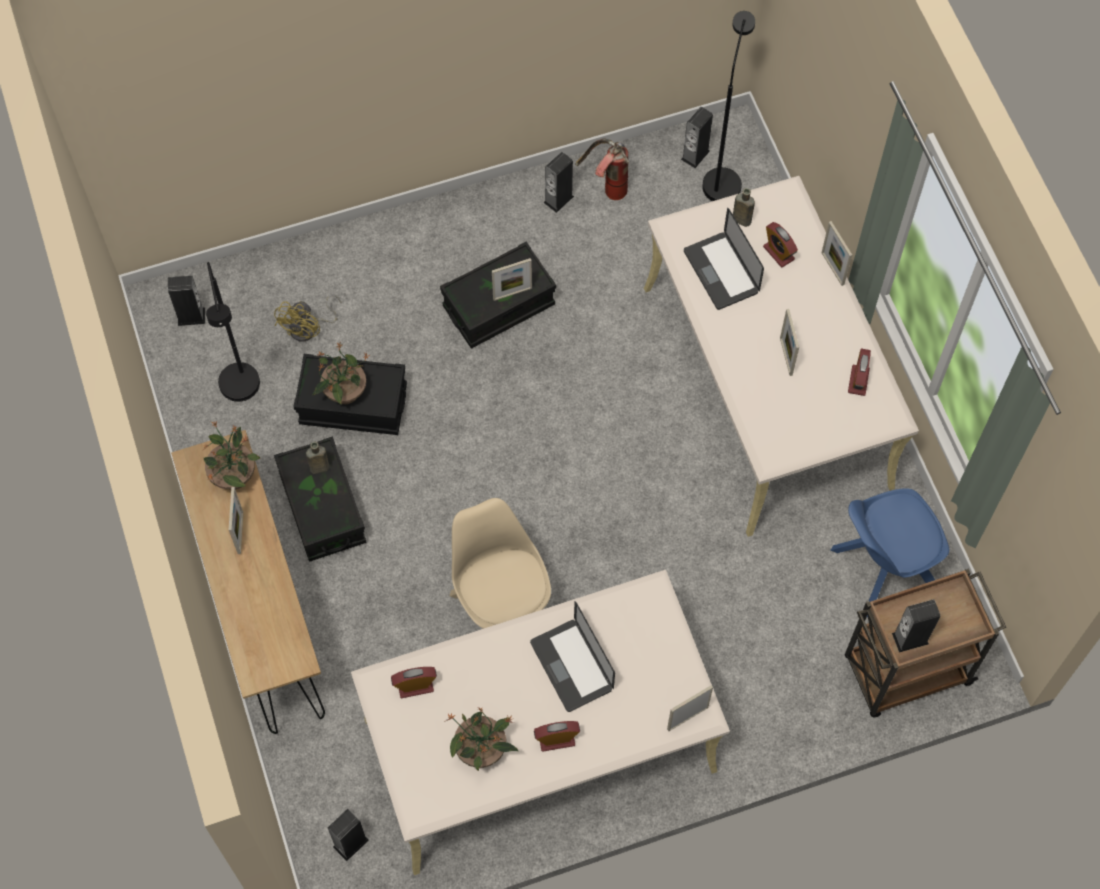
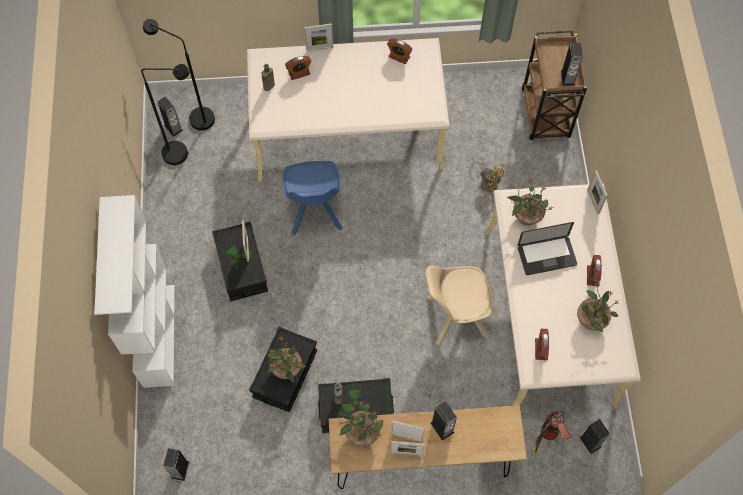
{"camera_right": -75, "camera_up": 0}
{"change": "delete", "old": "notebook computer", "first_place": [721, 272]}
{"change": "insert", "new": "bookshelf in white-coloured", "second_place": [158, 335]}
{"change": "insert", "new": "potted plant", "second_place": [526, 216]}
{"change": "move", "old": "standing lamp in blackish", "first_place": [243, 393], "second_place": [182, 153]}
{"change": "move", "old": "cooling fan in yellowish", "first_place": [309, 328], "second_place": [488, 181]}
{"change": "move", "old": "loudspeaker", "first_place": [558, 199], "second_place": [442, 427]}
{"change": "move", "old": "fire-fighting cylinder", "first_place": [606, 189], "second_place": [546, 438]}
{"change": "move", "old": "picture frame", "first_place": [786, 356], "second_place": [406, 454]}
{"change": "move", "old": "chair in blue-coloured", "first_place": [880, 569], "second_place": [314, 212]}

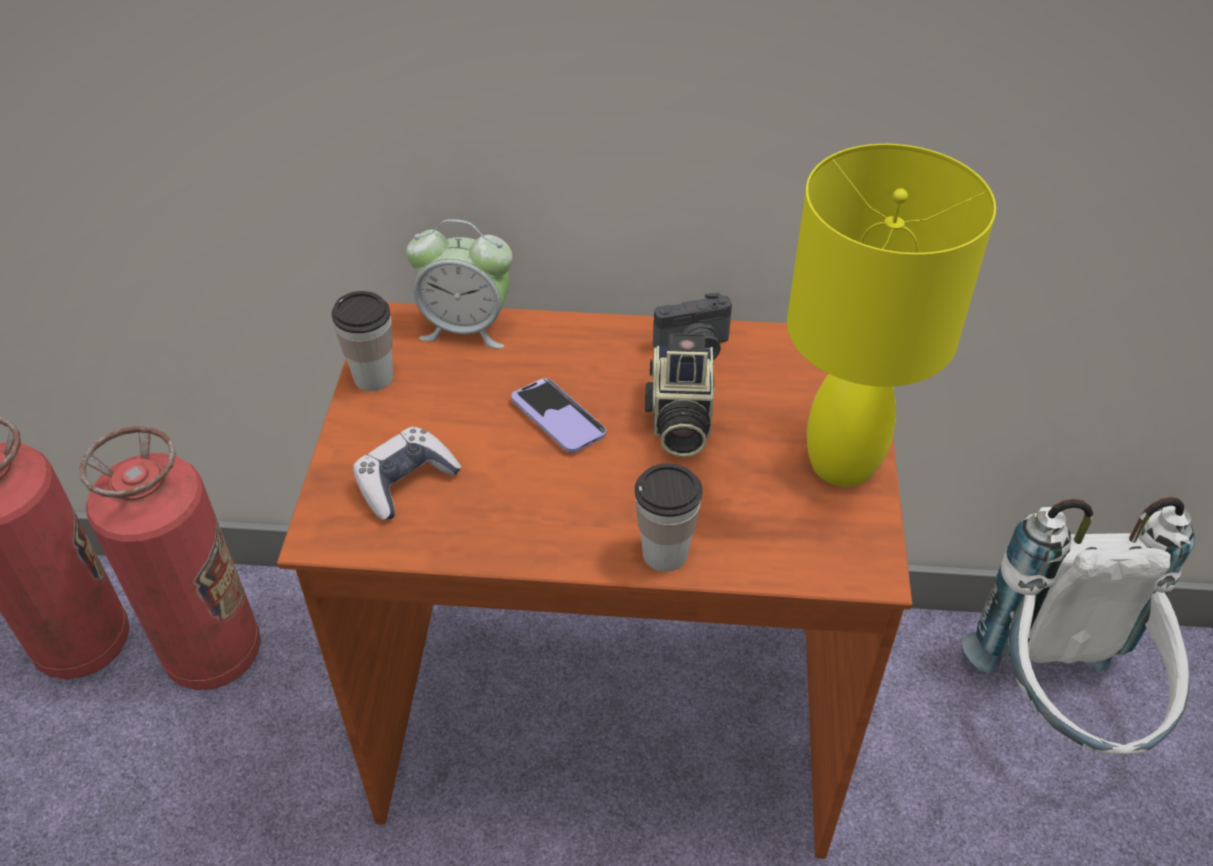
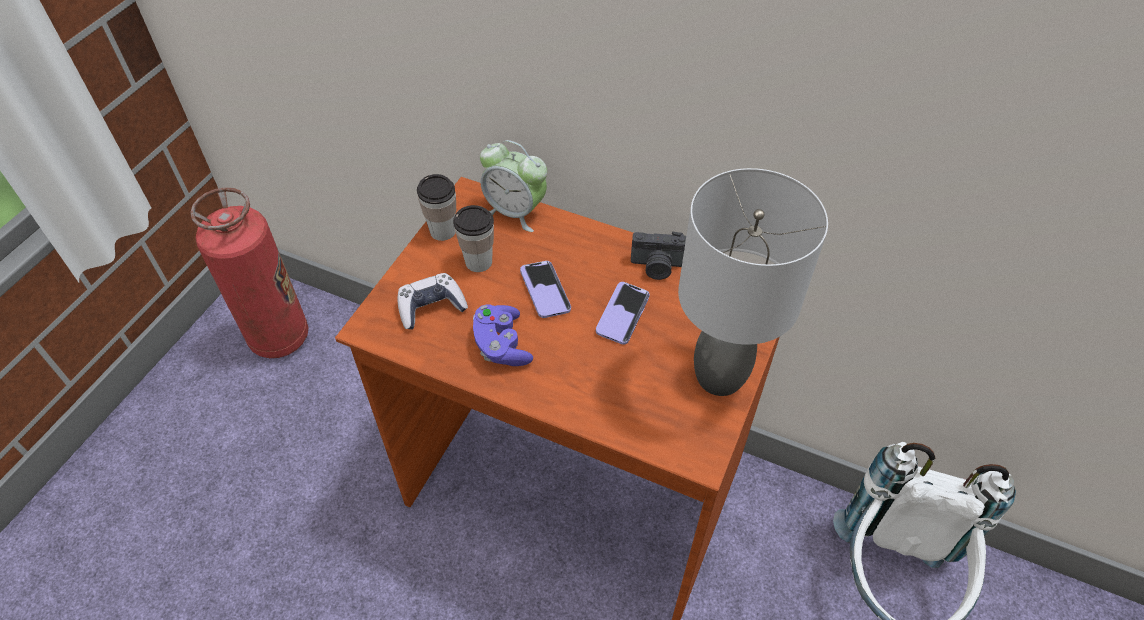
{"camera_right": 20, "camera_up": 5}
{"change": "delete", "old": "fire-fighting cylinder", "first_place": [214, 653]}
{"change": "insert", "new": "gamepad in purple", "second_place": [501, 345]}
{"change": "move", "old": "cup", "first_place": [664, 553], "second_place": [478, 262]}
{"change": "replace", "old": "photo camera", "new": "handset", "first_place": [678, 420], "second_place": [622, 314]}
{"change": "recolor", "old": "lamp for a table in yellowish", "new": "lamp for a table in gray", "first_place": [841, 464], "second_place": [718, 377]}

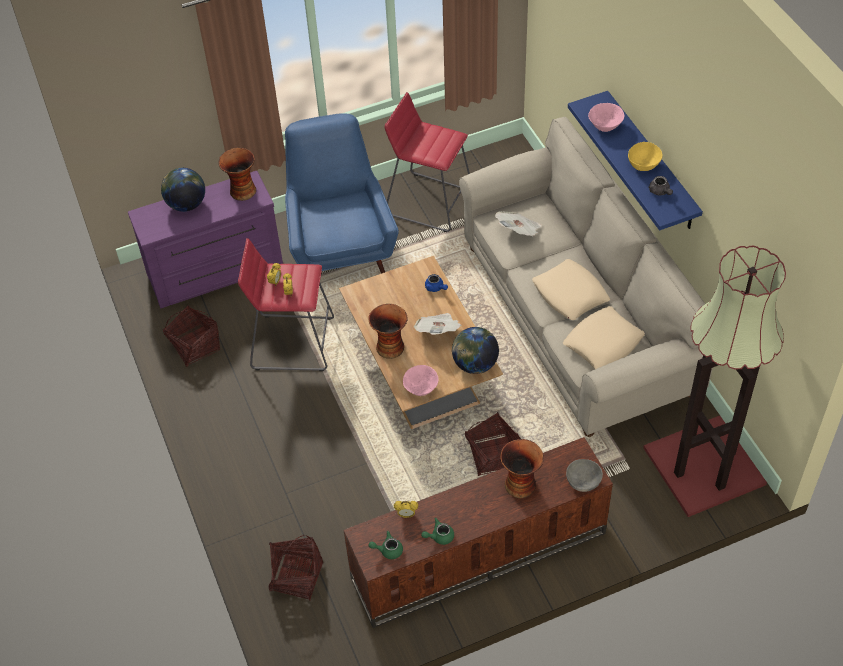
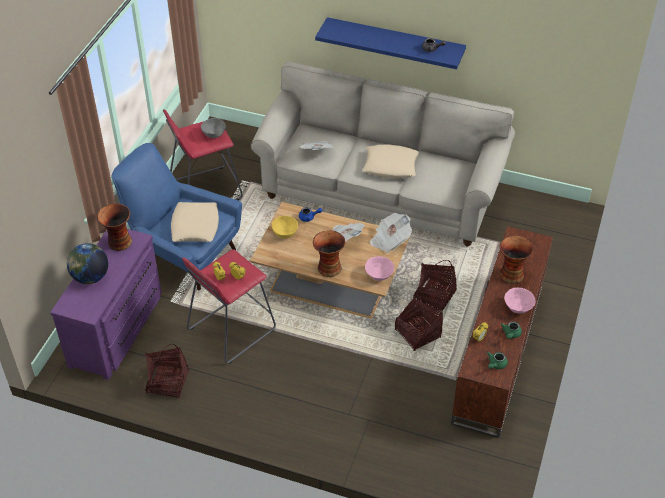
{"camera_right": -50, "camera_up": -5}
{"change": "delete", "old": "standing lamp", "first_place": [706, 467]}
{"change": "move", "old": "storage basket", "first_place": [296, 577], "second_place": [417, 334]}
{"change": "move", "old": "pillow in beige", "first_place": [603, 343], "second_place": [195, 226]}
{"change": "move", "old": "bowl in gray", "first_place": [582, 483], "second_place": [213, 135]}
{"change": "move", "old": "bowl in pinkish", "first_place": [604, 126], "second_place": [518, 308]}
{"change": "move", "old": "bowl in yellowish", "first_place": [644, 165], "second_place": [285, 233]}
{"change": "replace", "old": "world globe", "new": "newspaper", "first_place": [475, 364], "second_place": [390, 240]}

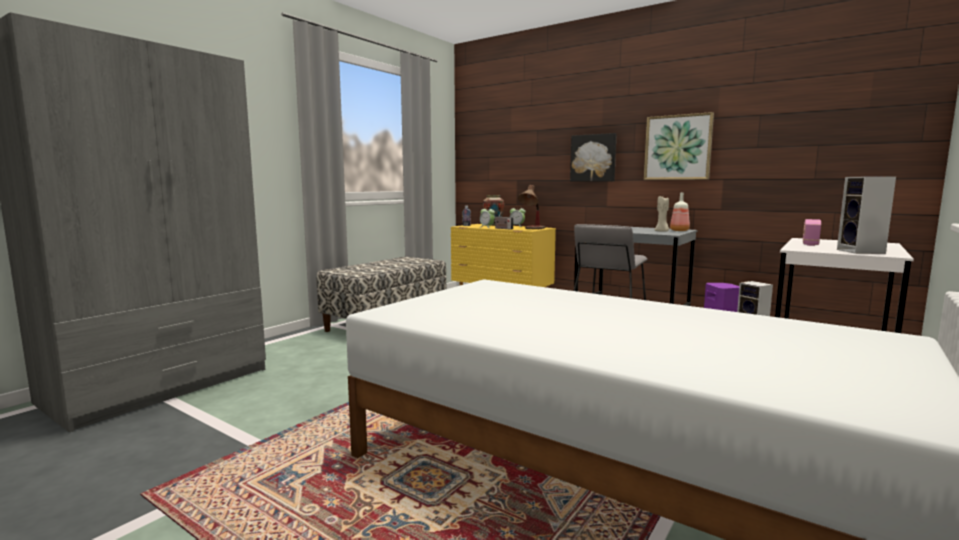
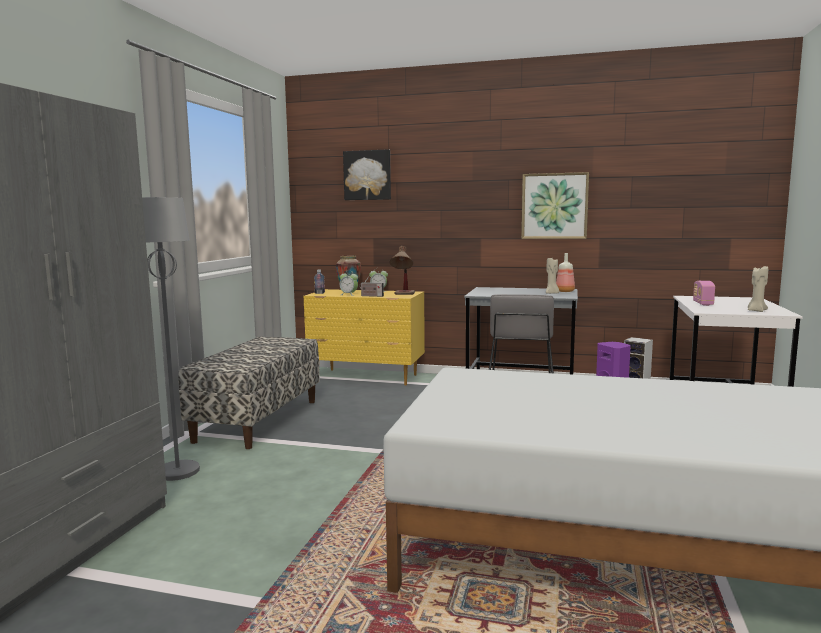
{"camera_right": -20, "camera_up": 0}
{"change": "insert", "new": "standing lamp in gray", "second_place": [177, 471]}
{"change": "move", "old": "wall picture", "first_place": [593, 158], "second_place": [367, 175]}
{"change": "replace", "old": "loudspeaker", "new": "wax light in beige", "first_place": [862, 252], "second_place": [756, 311]}

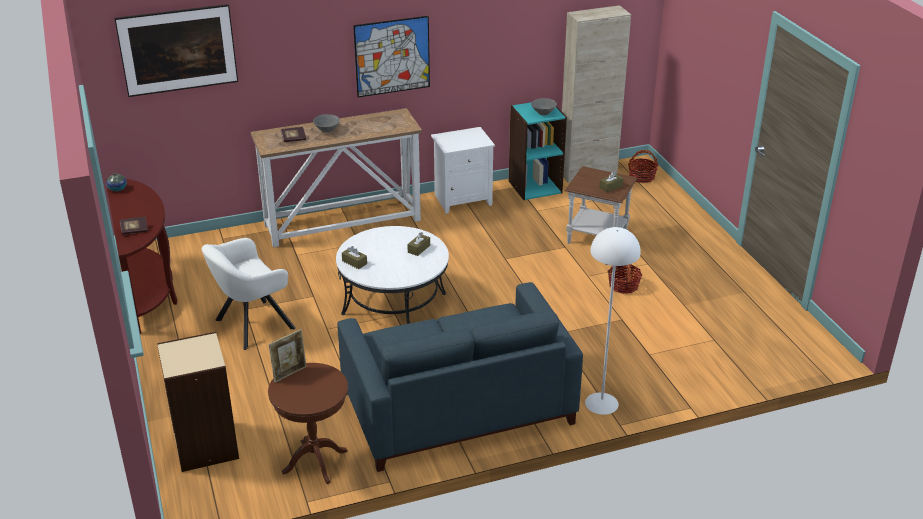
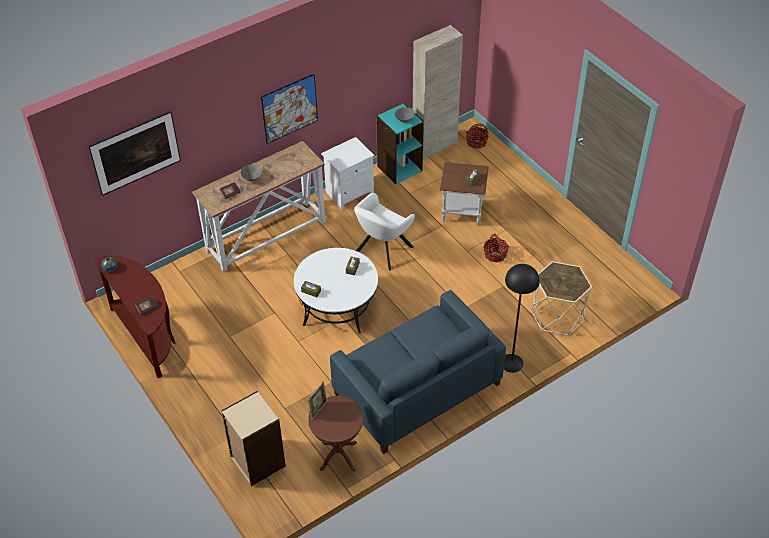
{"camera_right": -15, "camera_up": 15}
{"change": "insert", "new": "accent table in beige", "second_place": [557, 315]}
{"change": "move", "old": "lounge chair in white-coloured", "first_place": [250, 325], "second_place": [382, 251]}
{"change": "recolor", "old": "standing lamp in white-coloured", "new": "standing lamp in blackish", "first_place": [601, 403], "second_place": [511, 363]}

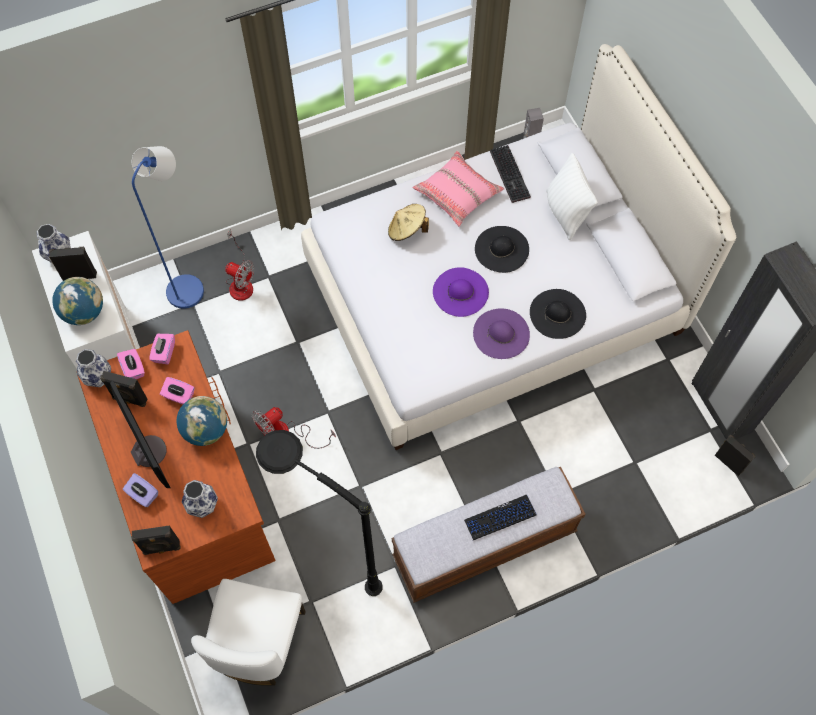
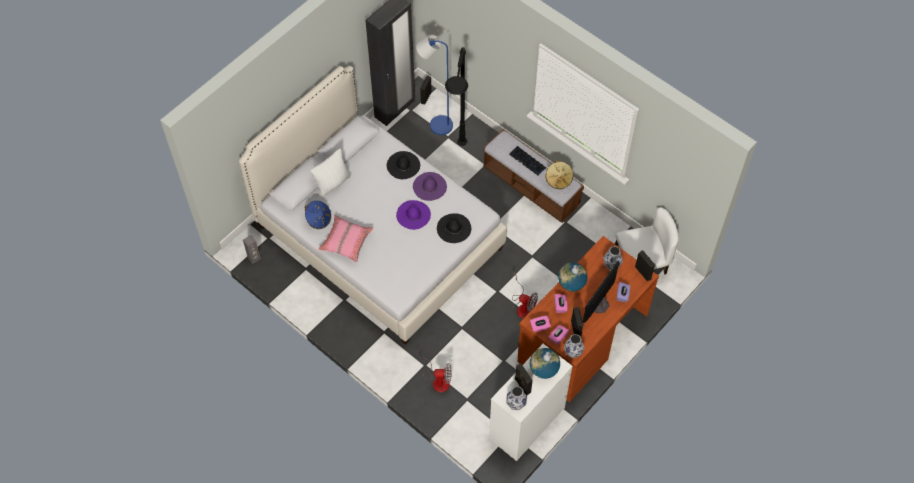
{"camera_right": -115, "camera_up": -5}
{"change": "move", "old": "standing lamp in blue-coloured", "first_place": [189, 286], "second_place": [436, 125]}
{"change": "move", "old": "standing lamp in blackish", "first_place": [326, 557], "second_place": [458, 167]}
{"change": "move", "old": "clothing hat in beige", "first_place": [407, 230], "second_place": [558, 180]}
{"change": "move", "old": "clothing hat in blackish", "first_place": [501, 249], "second_place": [454, 228]}
{"change": "replace", "old": "keyboard", "new": "clothing hat in blue-coloured", "first_place": [511, 175], "second_place": [318, 219]}
{"change": "rotate", "old": "cooling fan", "first_place": [240, 282], "second_place": [437, 379], "degrees": 90}

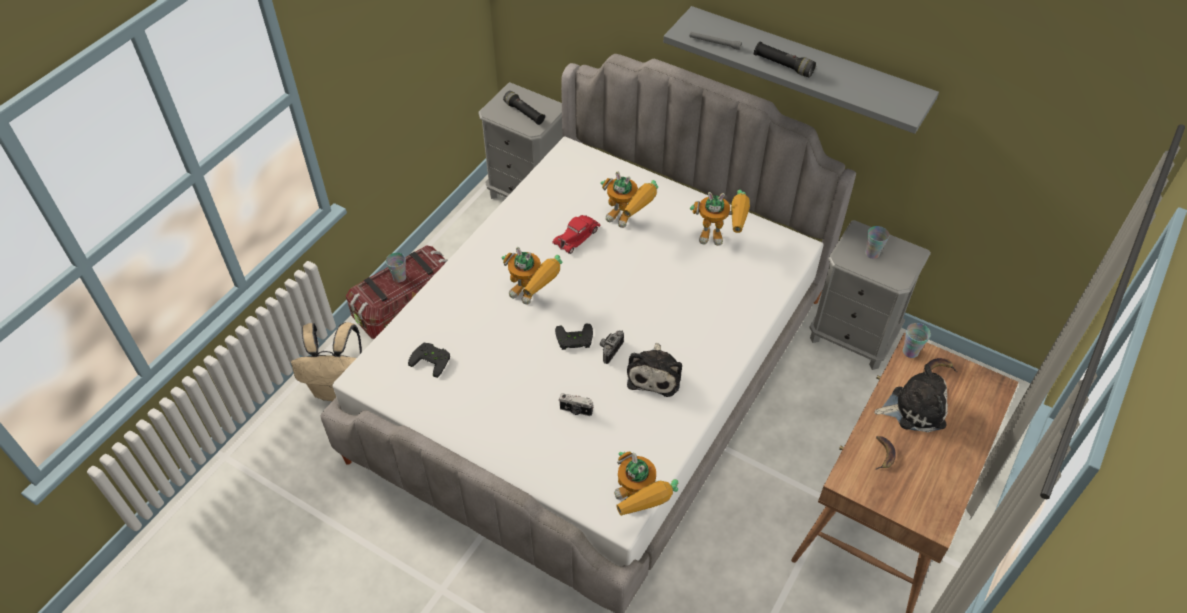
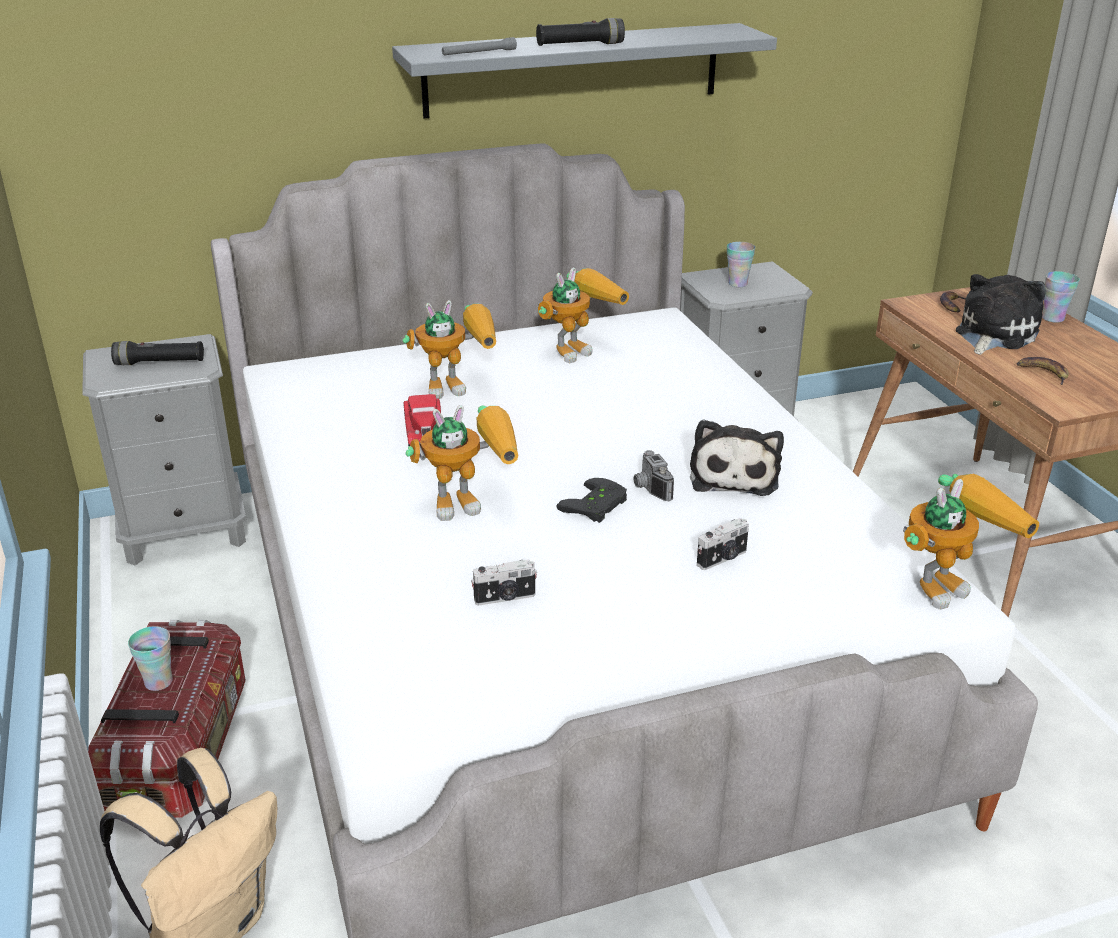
{"camera_right": -50, "camera_up": -20}
{"change": "delete", "old": "gamepad in blackish", "first_place": [432, 359]}
{"change": "insert", "new": "photo camera", "second_place": [505, 598]}
{"change": "move", "old": "cup", "first_place": [910, 352], "second_place": [1053, 318]}
{"change": "rotate", "old": "toy robot", "first_place": [639, 506], "second_place": [948, 582], "degrees": -45}
{"change": "rotate", "old": "soft toy", "first_place": [655, 374], "second_place": [734, 475], "degrees": 45}

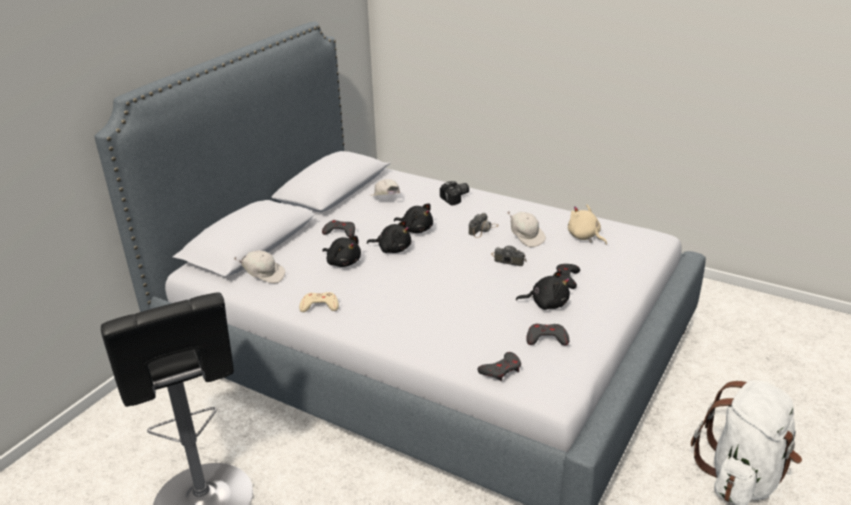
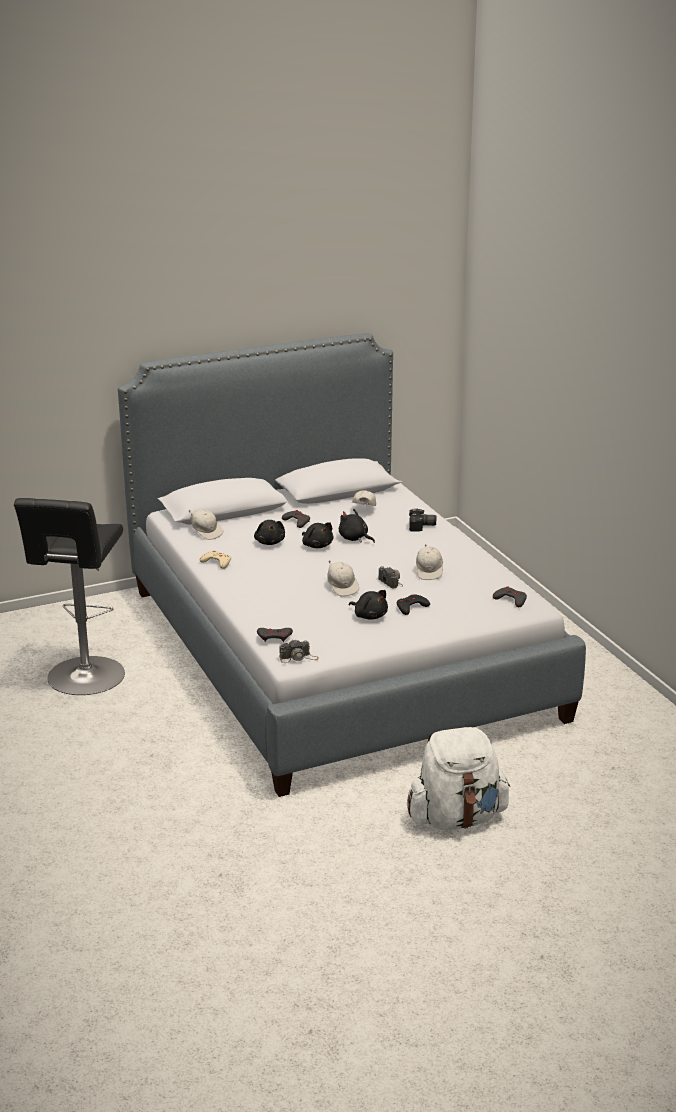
{"camera_right": 35, "camera_up": -5}
{"change": "delete", "old": "soft toy in beige", "first_place": [585, 237]}
{"change": "insert", "new": "cap in white-coloured", "second_place": [342, 587]}
{"change": "move", "old": "photo camera", "first_place": [483, 229], "second_place": [298, 658]}
{"change": "move", "old": "gamepad in gray", "first_place": [546, 338], "second_place": [511, 600]}
{"change": "rotate", "old": "soft toy in blackish", "first_place": [415, 229], "second_place": [354, 538], "degrees": 150}

